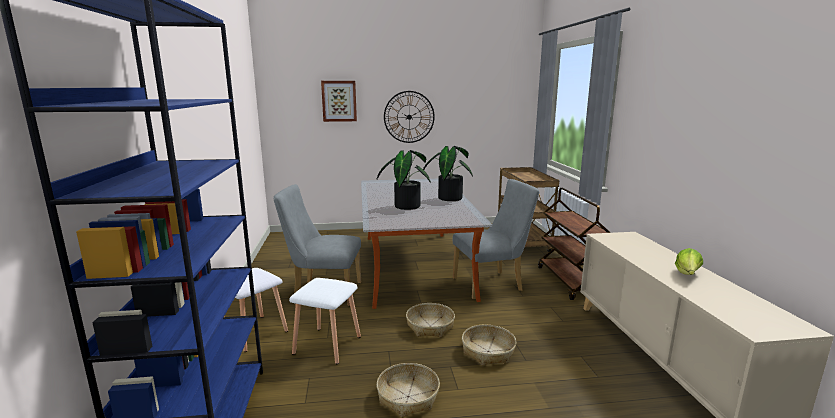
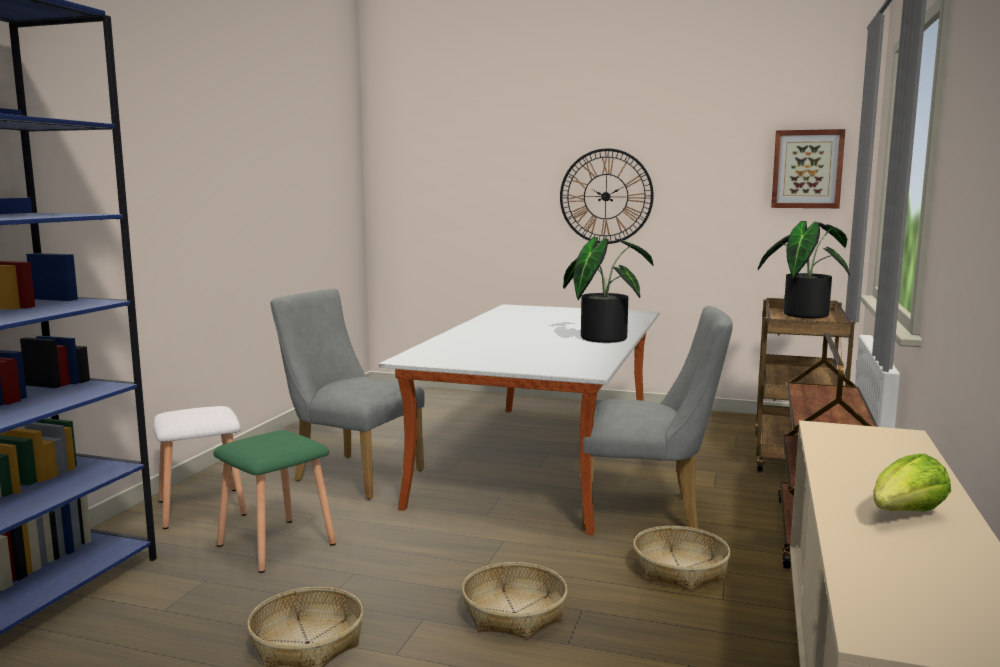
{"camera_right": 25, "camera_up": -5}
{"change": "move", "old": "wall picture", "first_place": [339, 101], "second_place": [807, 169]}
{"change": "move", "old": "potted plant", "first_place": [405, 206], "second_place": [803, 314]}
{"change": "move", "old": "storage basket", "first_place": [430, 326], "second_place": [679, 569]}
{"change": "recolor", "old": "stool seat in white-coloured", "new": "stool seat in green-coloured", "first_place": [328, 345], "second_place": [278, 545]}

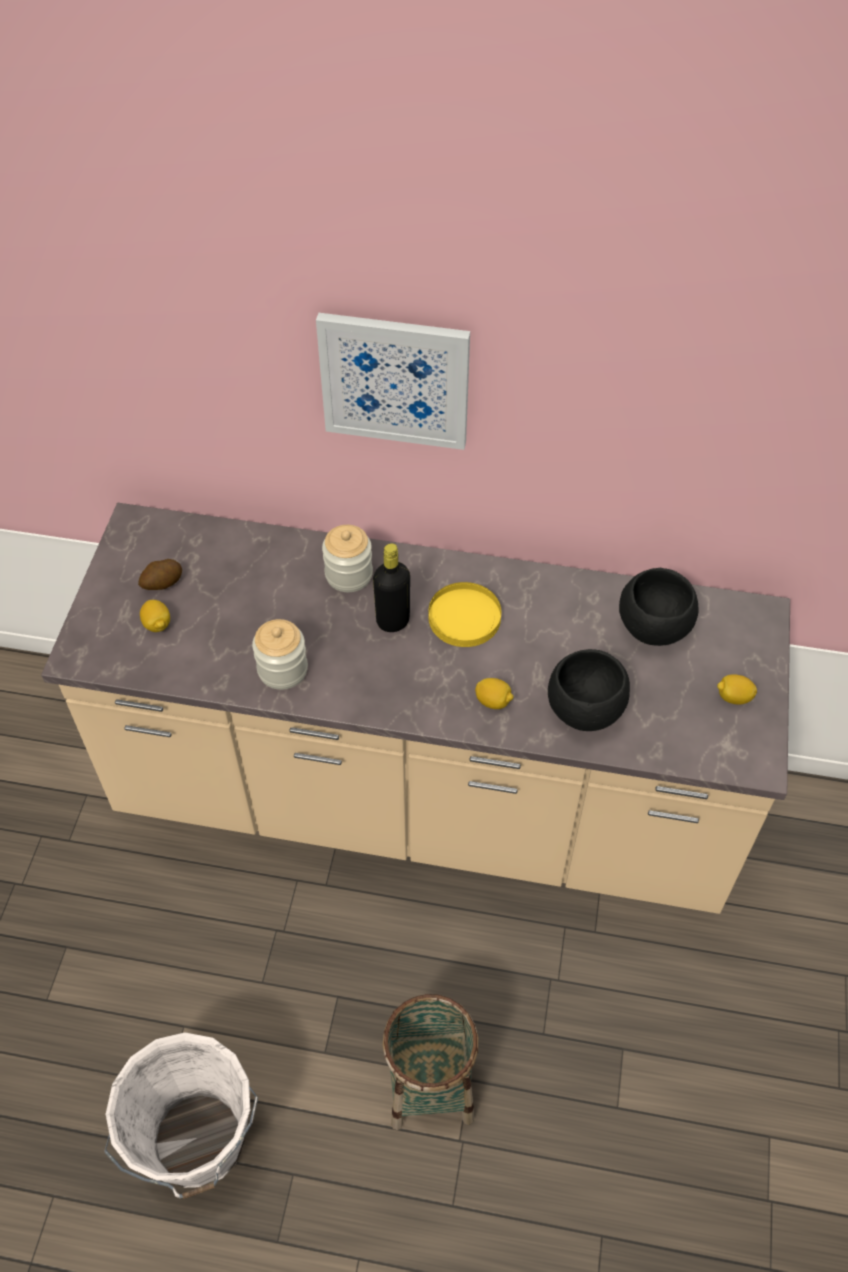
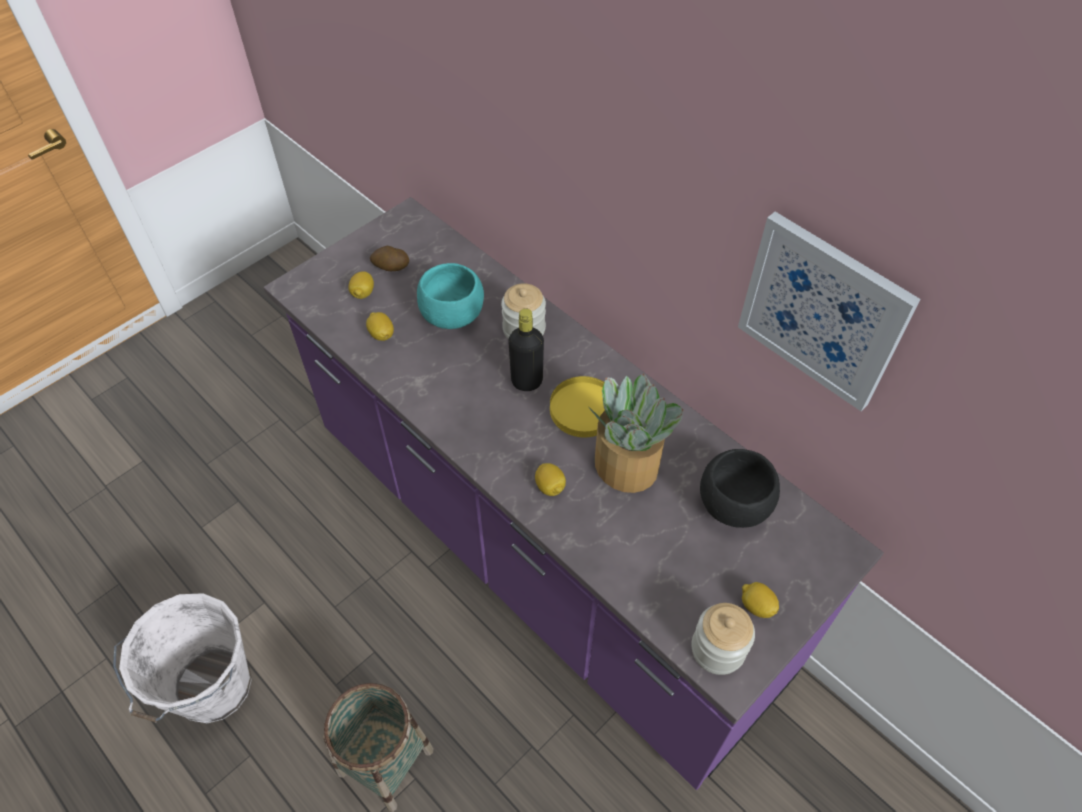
{"camera_right": 35, "camera_up": 0}
{"change": "delete", "old": "bowl in blackish", "first_place": [584, 709]}
{"change": "insert", "new": "citrus fruit", "second_place": [381, 334]}
{"change": "insert", "new": "bowl in turquoise-coloured", "second_place": [453, 316]}
{"change": "insert", "new": "potted plant", "second_place": [627, 466]}
{"change": "move", "old": "preserve jar", "first_place": [282, 669], "second_place": [717, 649]}
{"change": "move", "old": "wall picture", "first_place": [395, 380], "second_place": [823, 311]}
{"change": "recolor", "old": "counter in beige", "new": "counter in purple", "first_place": [424, 803], "second_place": [541, 552]}

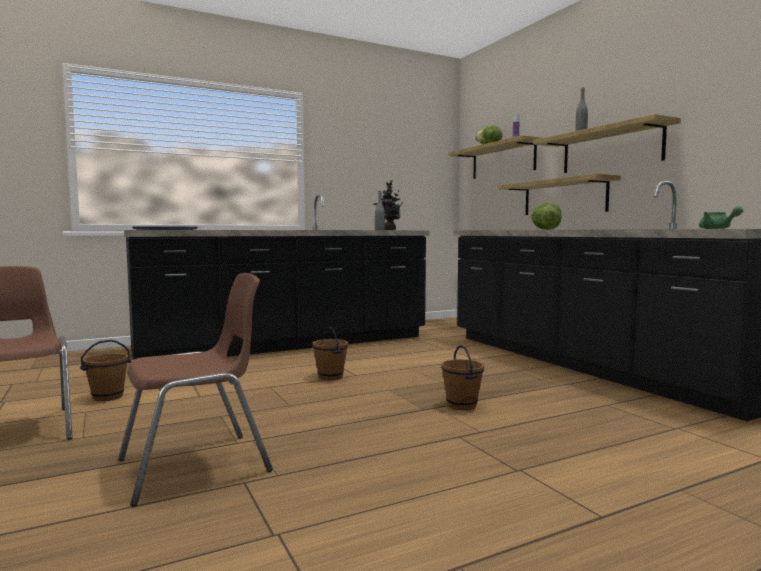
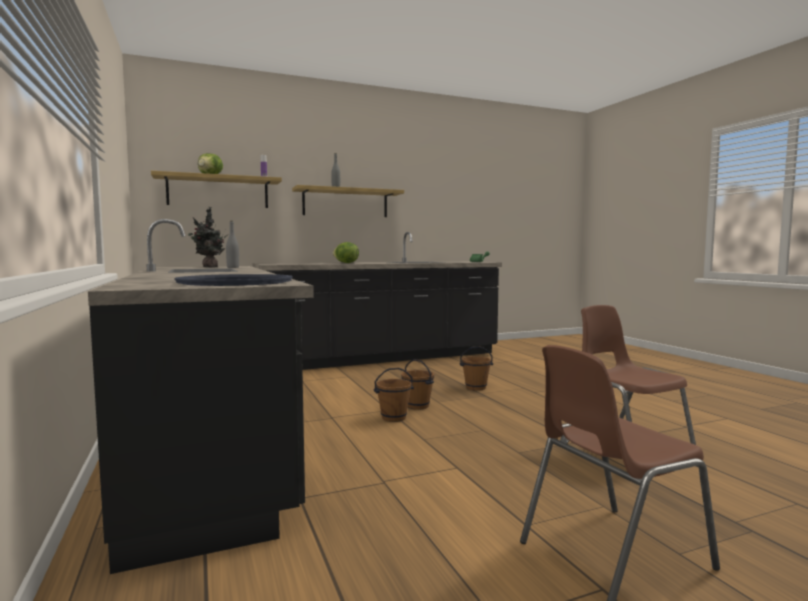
{"camera_right": -85, "camera_up": 0}
{"change": "delete", "old": "wall shelf", "first_place": [564, 197]}
{"change": "move", "old": "pail in brown-coloured", "first_place": [107, 397], "second_place": [417, 406]}

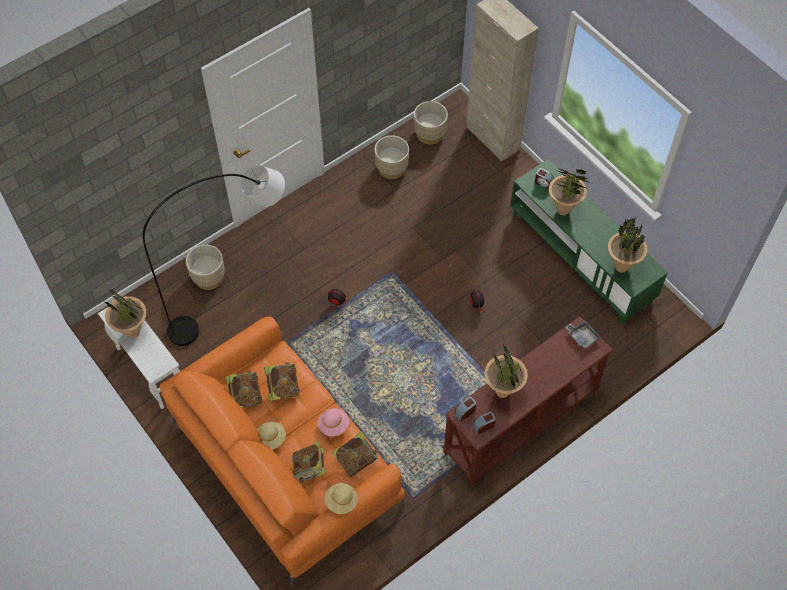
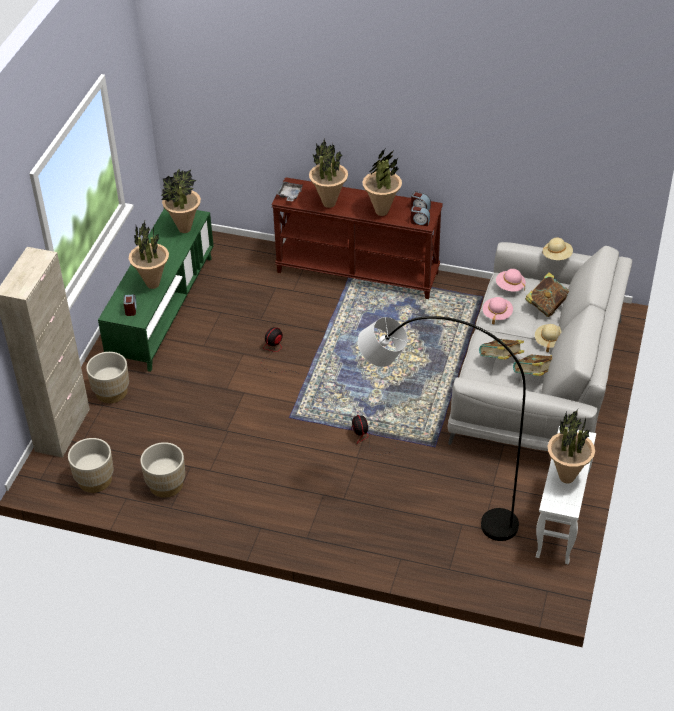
{"camera_right": -125, "camera_up": -15}
{"change": "insert", "new": "potted plant", "second_place": [329, 203]}
{"change": "move", "old": "flower pot in beige", "first_place": [208, 277], "second_place": [111, 392]}
{"change": "replace", "old": "book", "new": "clothing hat in pinkish", "first_place": [355, 459], "second_place": [510, 287]}
{"change": "recolor", "old": "sofa in orange-coloured", "new": "sofa in gray", "first_place": [284, 461], "second_place": [536, 382]}

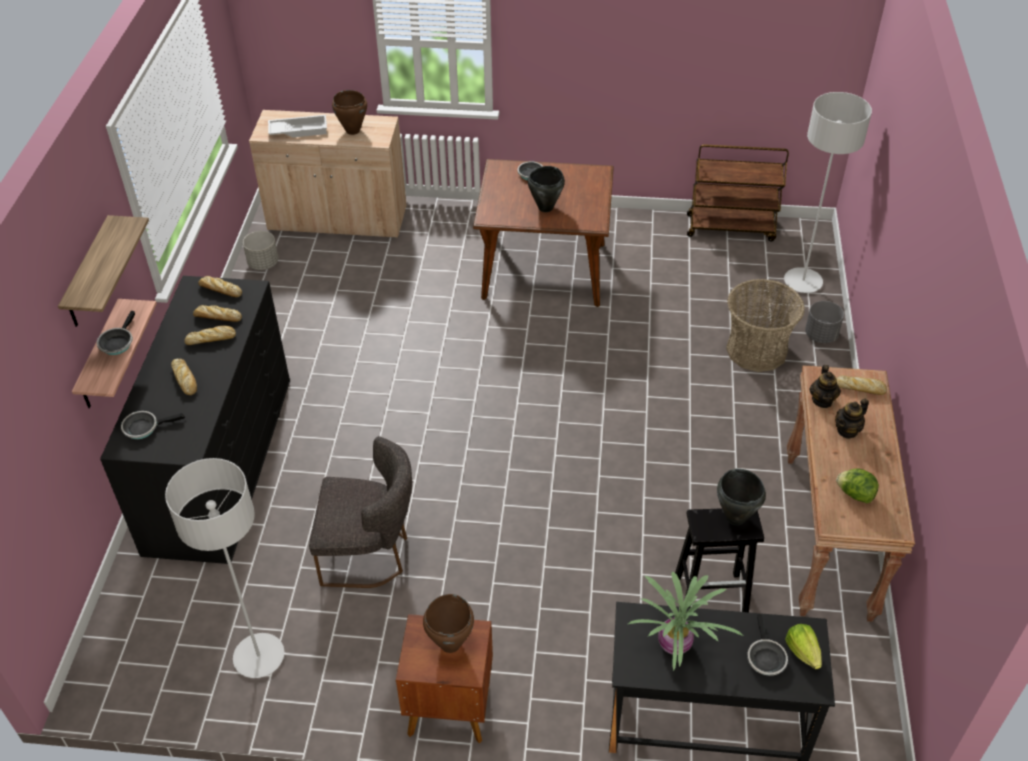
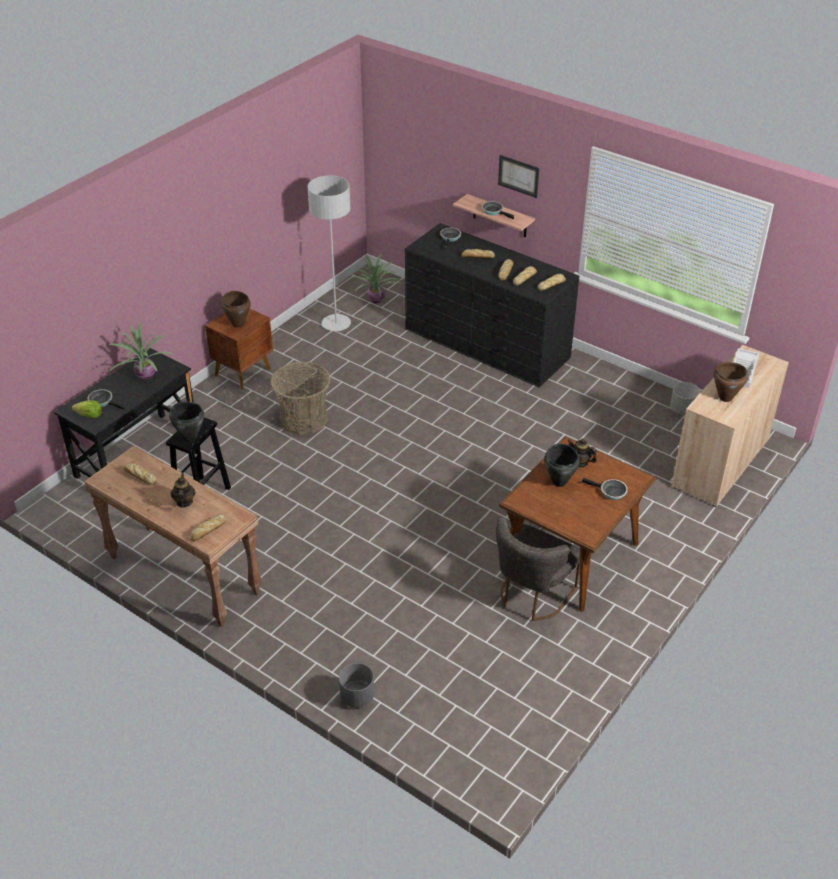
{"camera_right": 120, "camera_up": -5}
{"change": "delete", "old": "trolley in brown-coloured", "first_place": [731, 227]}
{"change": "delete", "old": "standing lamp in gray", "first_place": [803, 282]}
{"change": "insert", "new": "potted plant", "second_place": [377, 300]}
{"change": "move", "old": "chair in gray", "first_place": [370, 554], "second_place": [532, 596]}
{"change": "move", "old": "storage basket", "first_place": [756, 350], "second_place": [303, 418]}
{"change": "move", "old": "pot for tea", "first_place": [822, 400], "second_place": [580, 462]}
{"change": "replace", "old": "wall shelf", "new": "wall picture", "first_place": [89, 274], "second_place": [518, 176]}
{"change": "replace", "old": "head of lettuce", "new": "bread", "first_place": [855, 494], "second_place": [139, 476]}

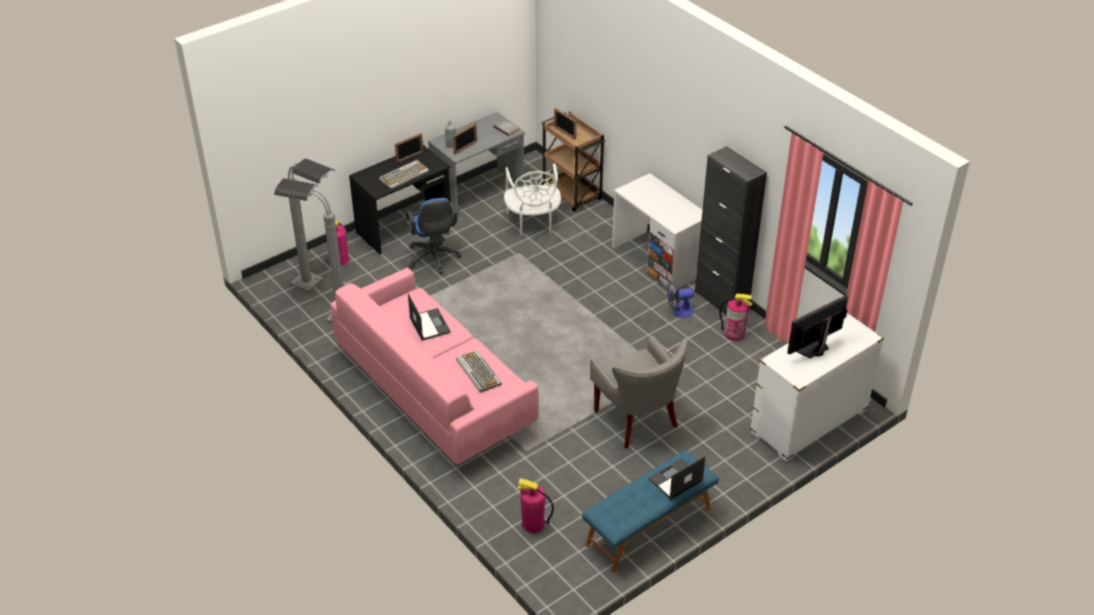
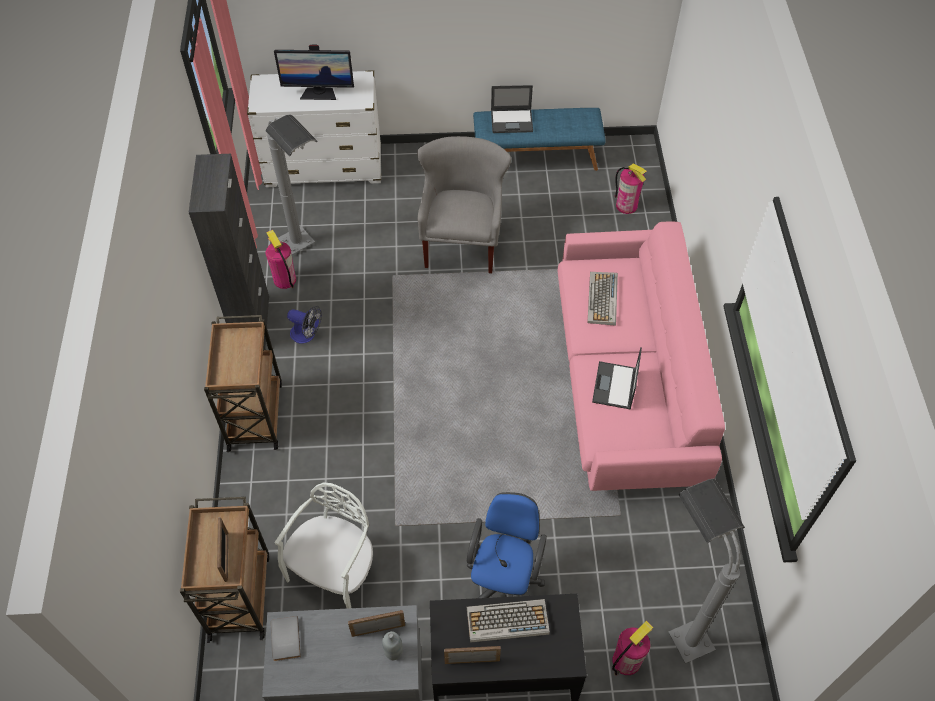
{"camera_right": -145, "camera_up": 15}
{"change": "move", "old": "standing lamp in gray", "first_place": [326, 314], "second_place": [308, 253]}
{"change": "replace", "old": "desk table in white-coloured", "new": "trolley in brown-coloured", "first_place": [658, 260], "second_place": [255, 414]}

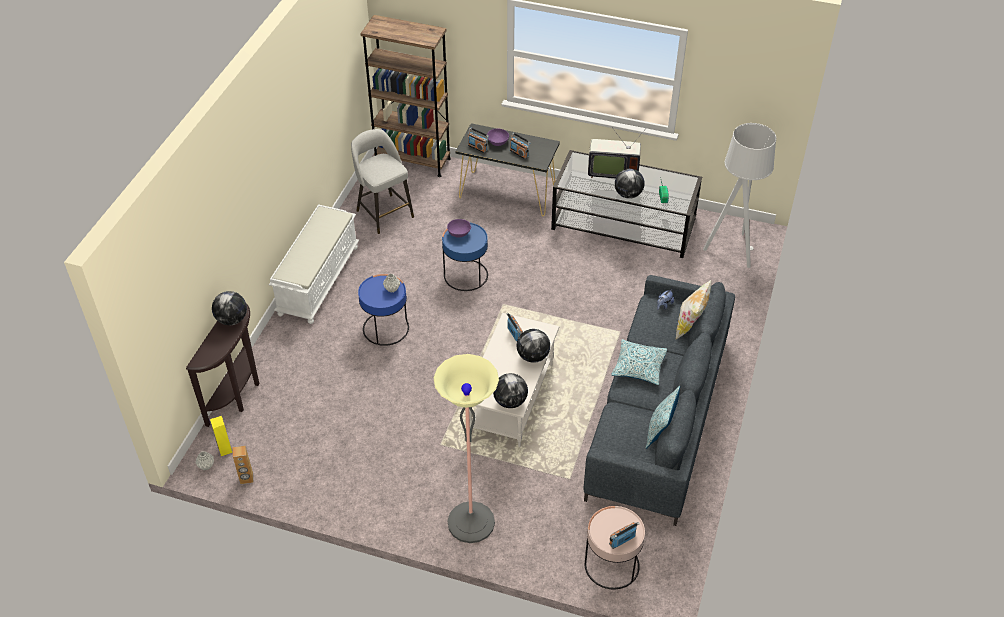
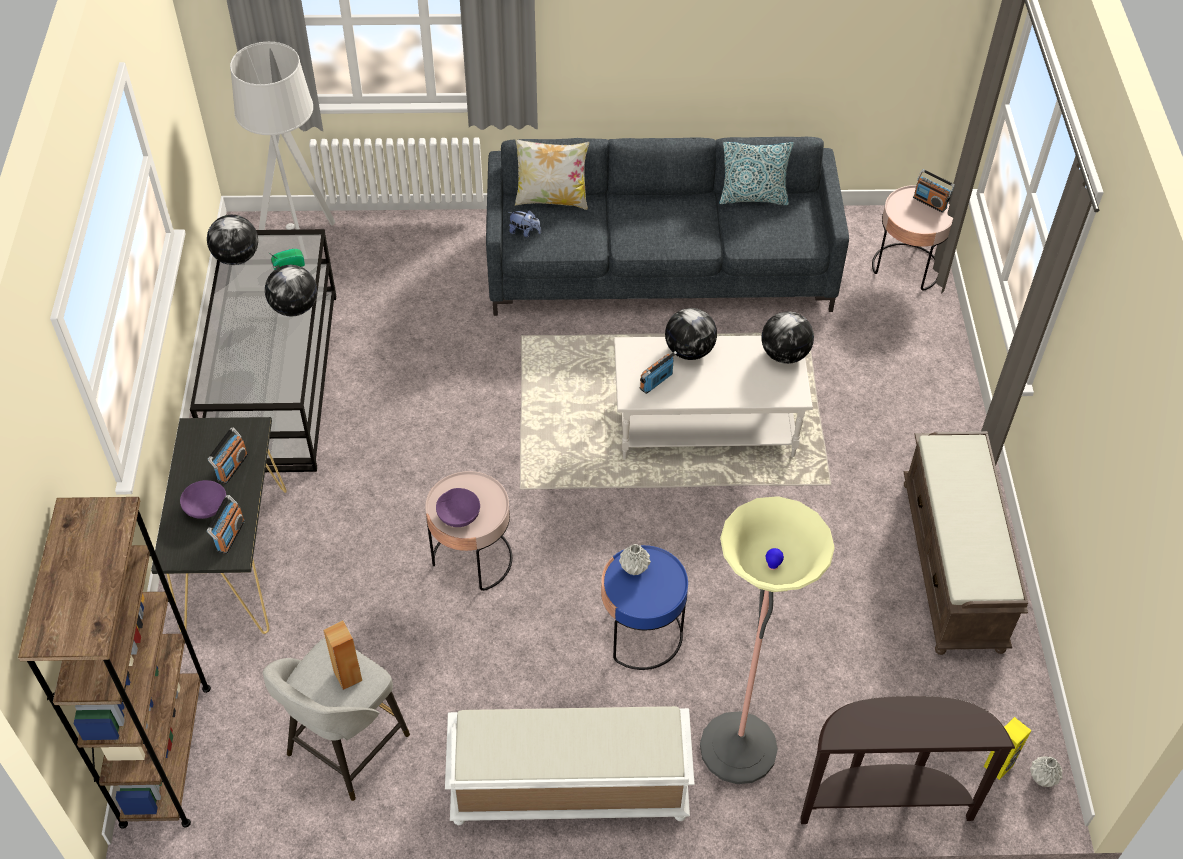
{"camera_right": -110, "camera_up": 5}
{"change": "delete", "old": "television", "first_place": [612, 171]}
{"change": "delete", "old": "pillow", "first_place": [639, 367]}
{"change": "insert", "new": "indoor bench in brown-coloured", "second_place": [954, 566]}
{"change": "move", "old": "world globe", "first_place": [232, 320], "second_place": [237, 257]}
{"change": "move", "old": "loudspeaker in brown-coloured", "first_place": [246, 478], "second_place": [348, 676]}
{"change": "move", "old": "standing lamp", "first_place": [471, 522], "second_place": [738, 748]}
{"change": "recolor", "old": "accent table in blue-coloured", "new": "accent table in pinkish", "first_place": [466, 275], "second_place": [472, 559]}

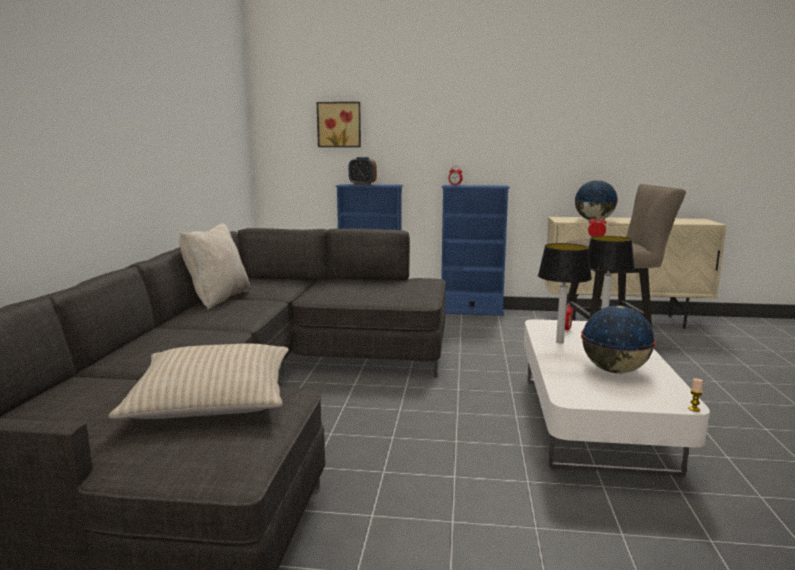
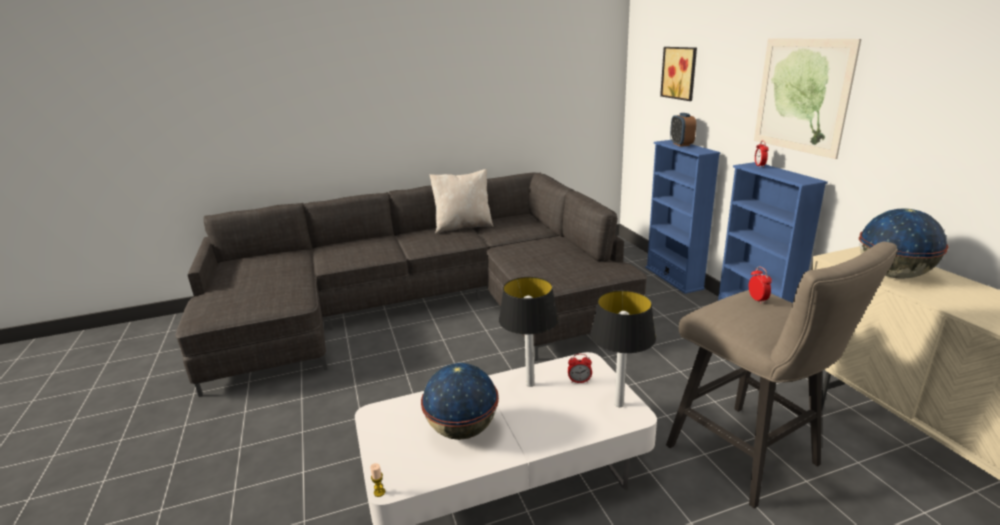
{"camera_right": 65, "camera_up": 10}
{"change": "delete", "old": "pillow in beige", "first_place": [212, 399]}
{"change": "insert", "new": "wall picture", "second_place": [802, 95]}

